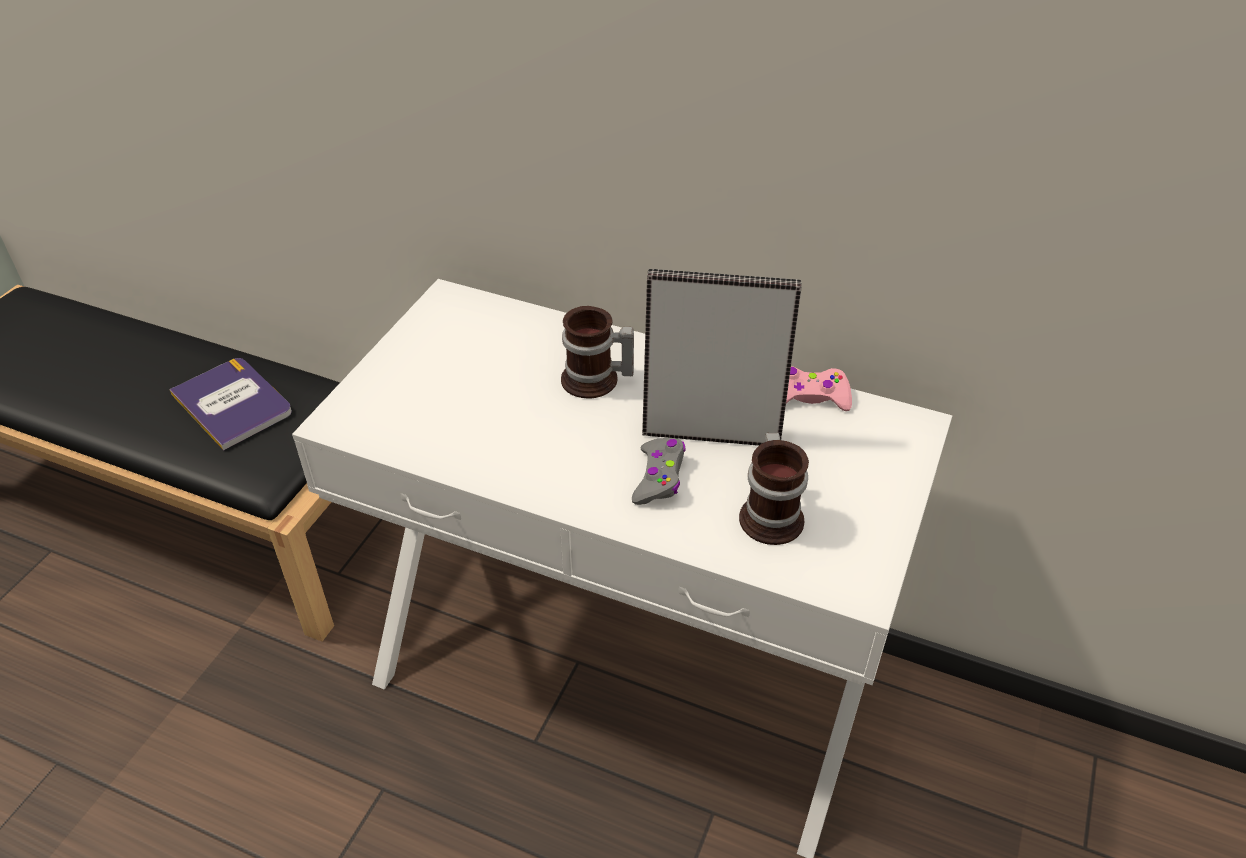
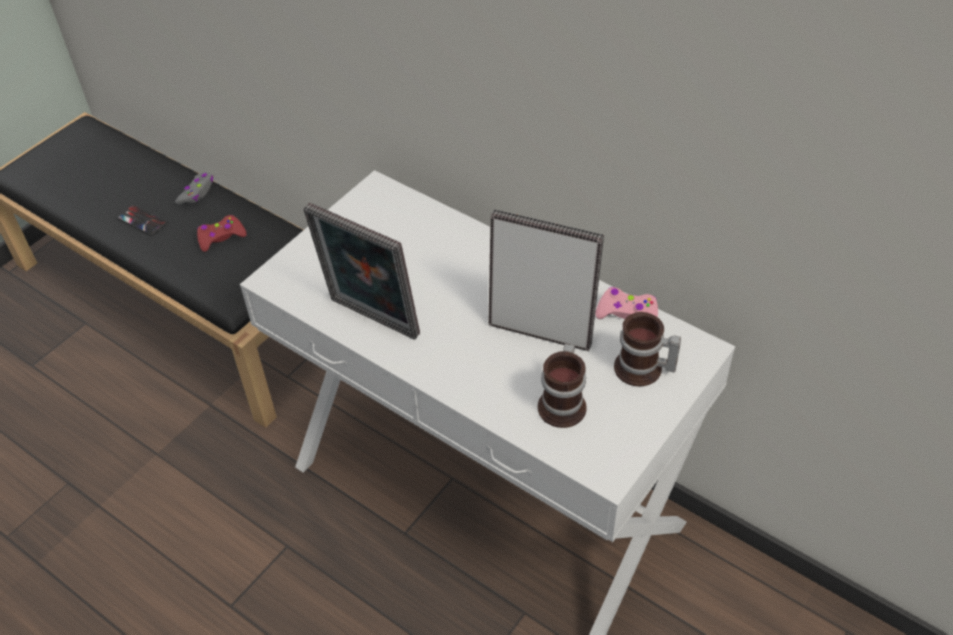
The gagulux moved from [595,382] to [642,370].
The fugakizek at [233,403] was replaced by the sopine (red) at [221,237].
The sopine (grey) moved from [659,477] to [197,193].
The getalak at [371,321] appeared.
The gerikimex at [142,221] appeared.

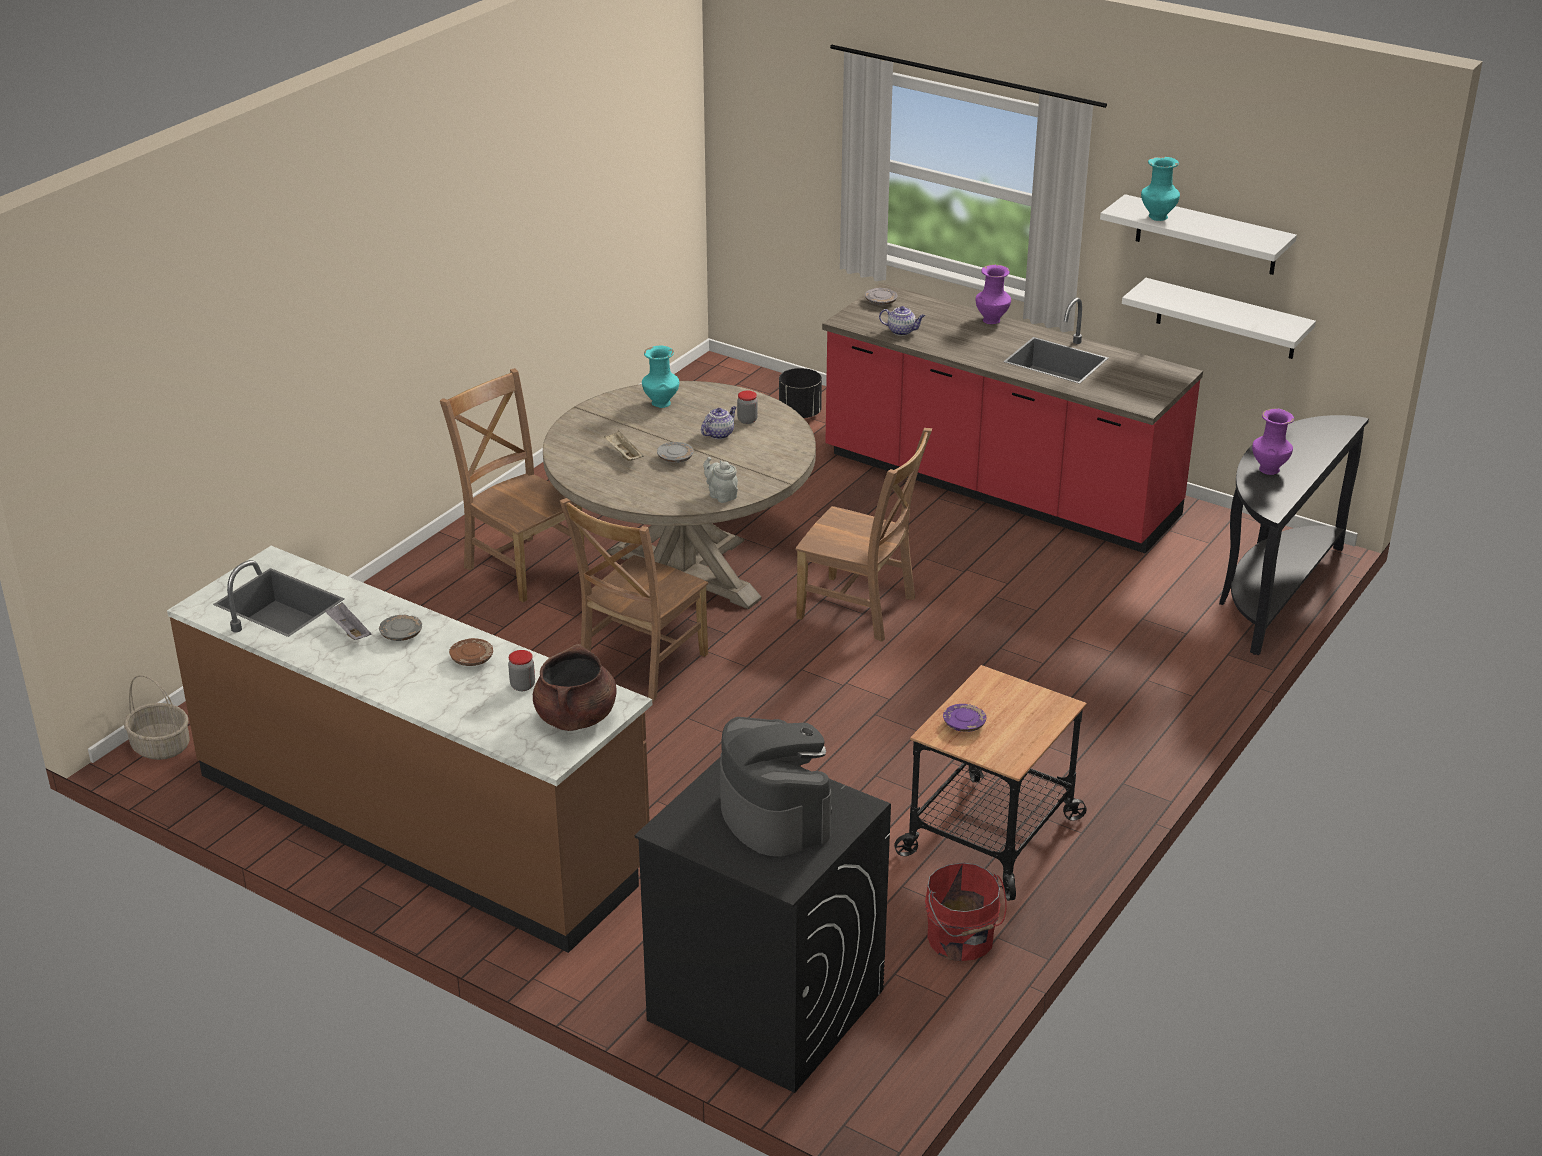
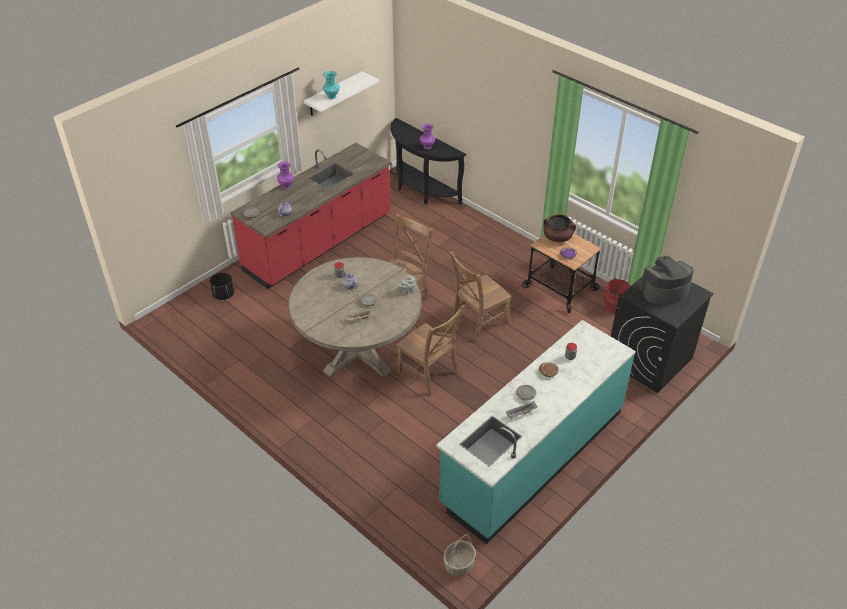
The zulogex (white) at [1226,319] disappeared.
The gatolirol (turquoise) at [661,404] disappeared.
The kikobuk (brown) moved from [522,566] to [477,322].
The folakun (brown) at [422,821] became the folakun (turquoise) at [532,457].
The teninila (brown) moved from [576,718] to [557,237].

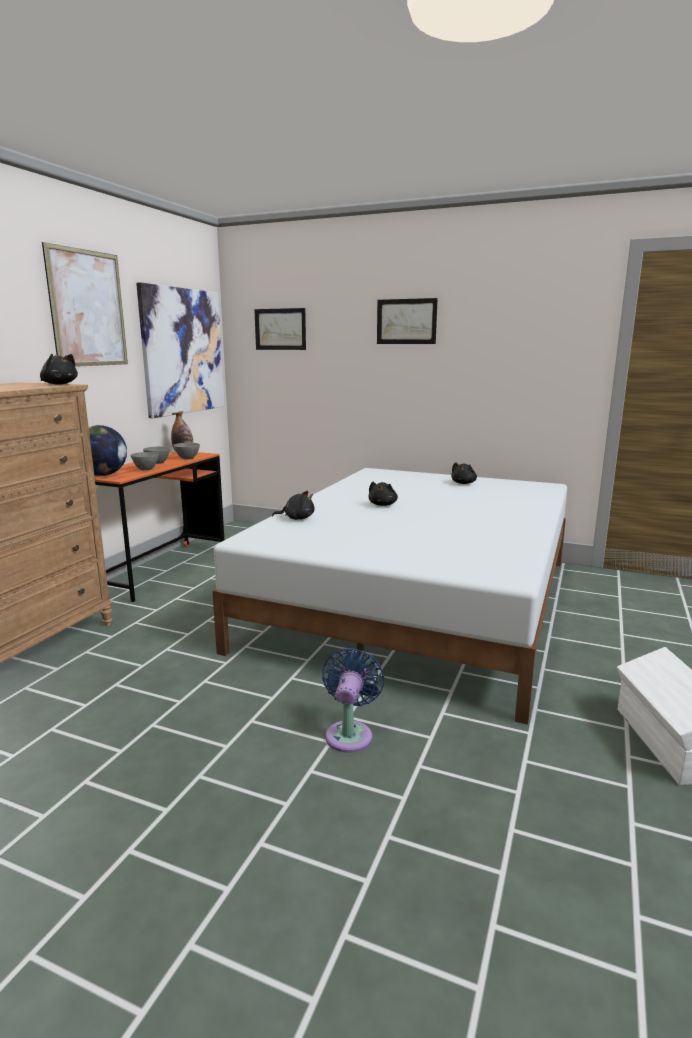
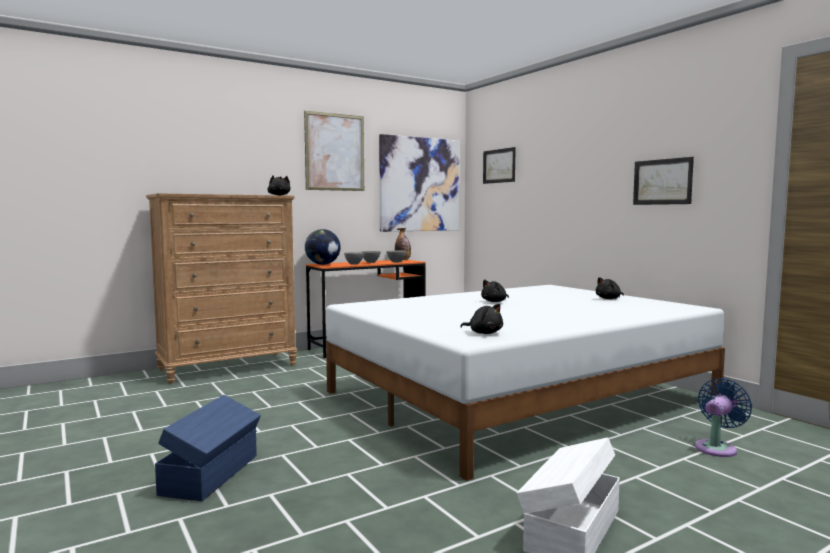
The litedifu moved from [406,321] to [662,182].
The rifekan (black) moved from [297,518] to [484,333].
The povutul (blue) moved from [350,733] to [717,448].
The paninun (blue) at [212,474] appeared.

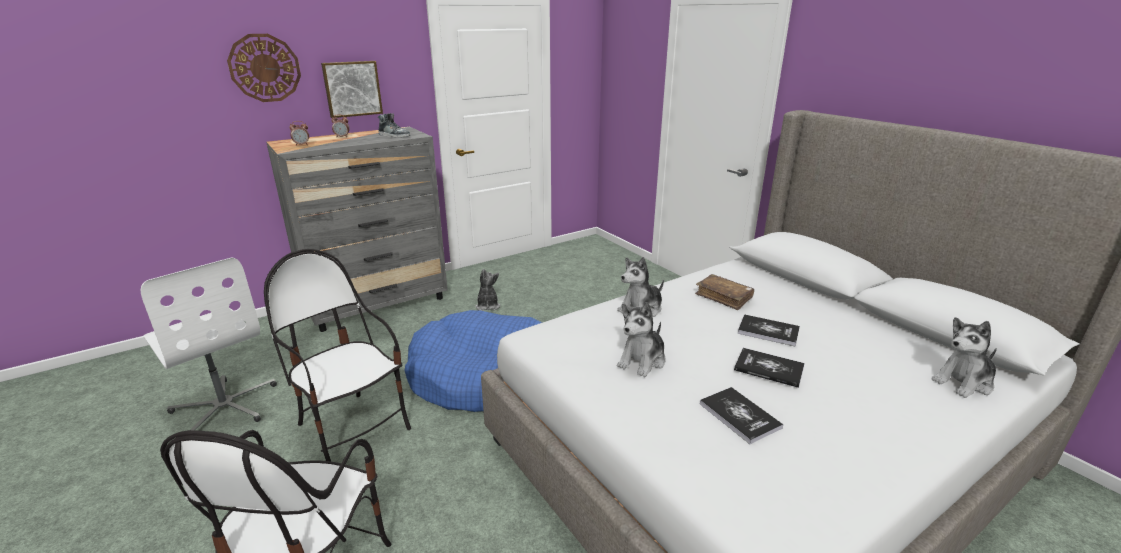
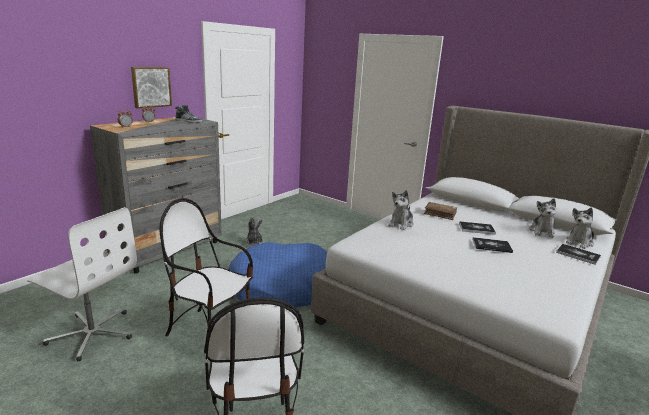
The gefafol at [265,68] disappeared.
The rifekan moved from [642,361] to [542,232].
The fugakizek moved from [739,415] to [578,255].

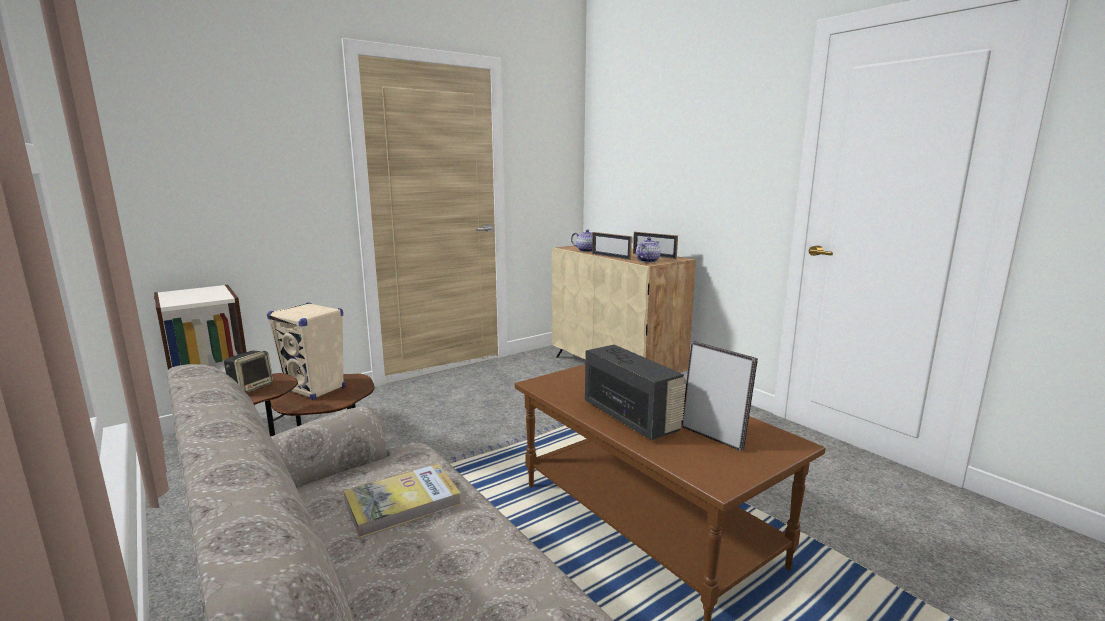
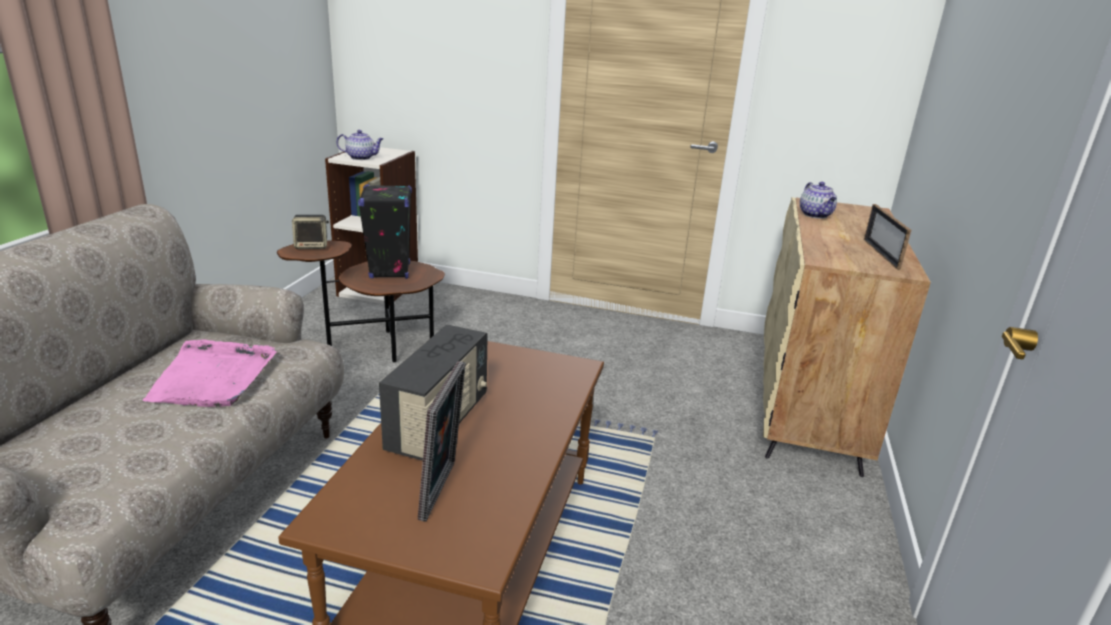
The getalak at [610,256] disappeared.
The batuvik moved from [647,261] to [361,158].
The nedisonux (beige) at [316,389] became the nedisonux (black) at [390,271].
The fugakizek at [402,503] was replaced by the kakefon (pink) at [213,377].

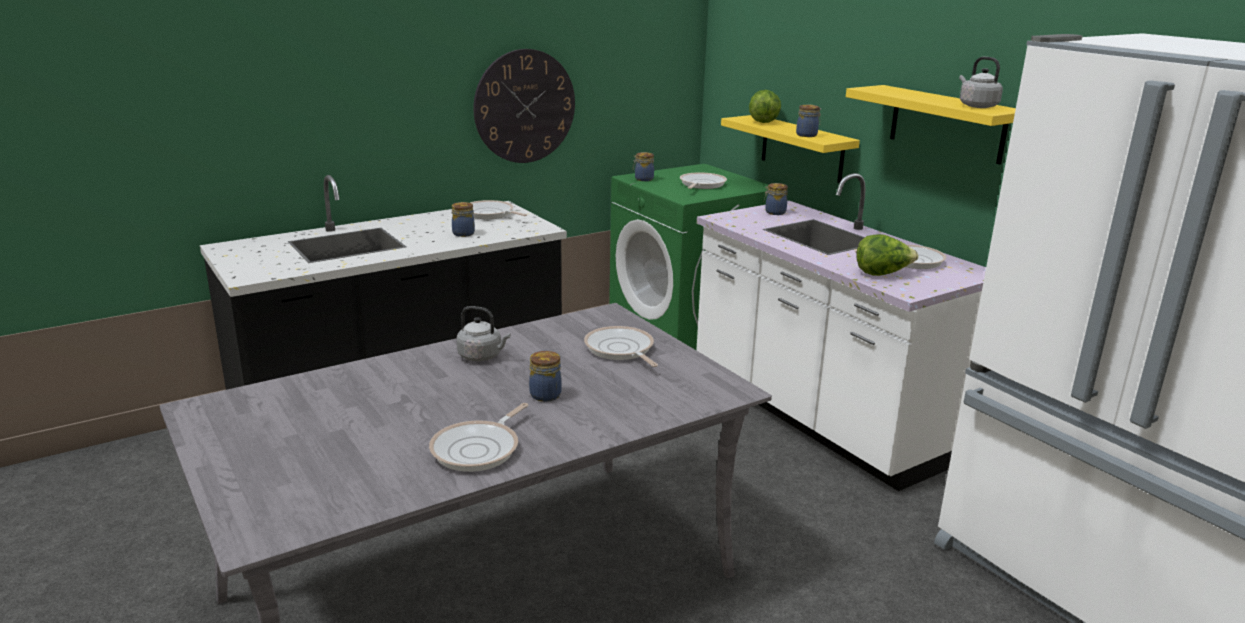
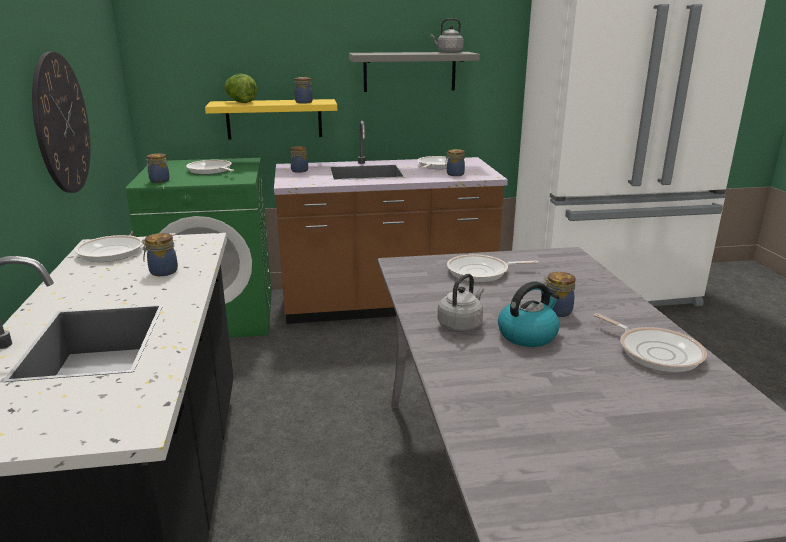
The zulogex (yellow) at [947,124] became the zulogex (grey) at [409,71].
The folakun (white) at [819,416] became the folakun (brown) at [386,304].
The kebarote at [882,274] was replaced by the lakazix at [454,174].
The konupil at [528,335] appeared.

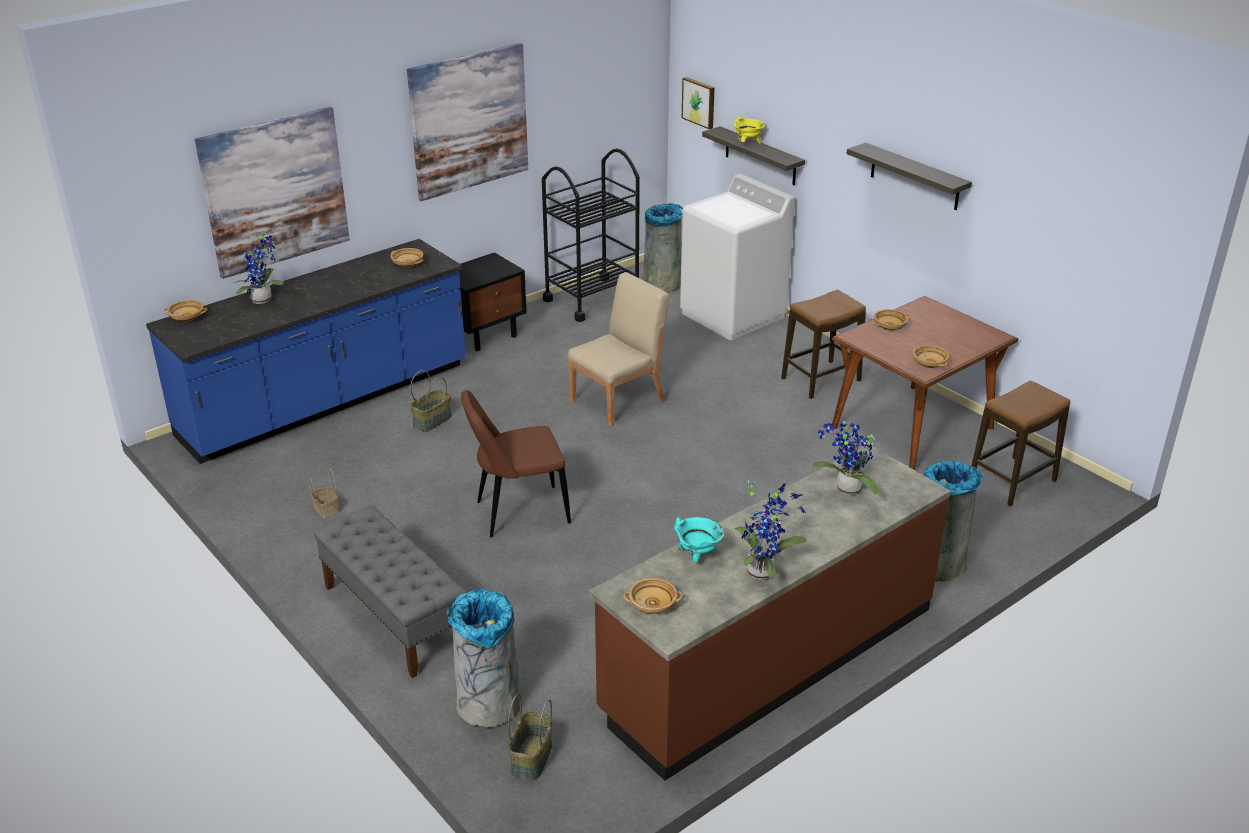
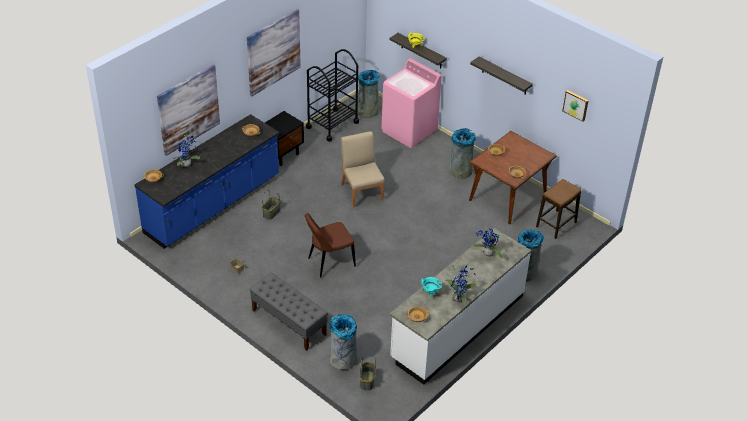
The litedifu moved from [699,102] to [576,105].
The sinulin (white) at [733,315] became the sinulin (pink) at [409,131].
The kikobuk (beige) at [618,400] turned 60 degrees counterclockwise.
The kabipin at [821,380] was replaced by the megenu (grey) at [460,170].
The folakun (brown) at [769,660] became the folakun (white) at [457,327].

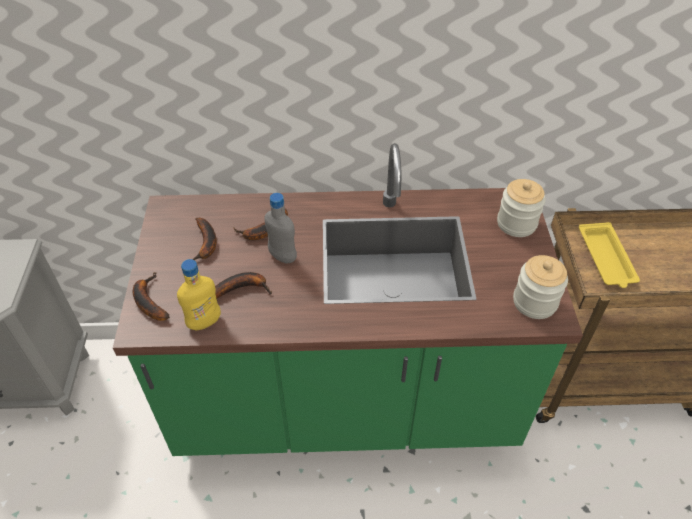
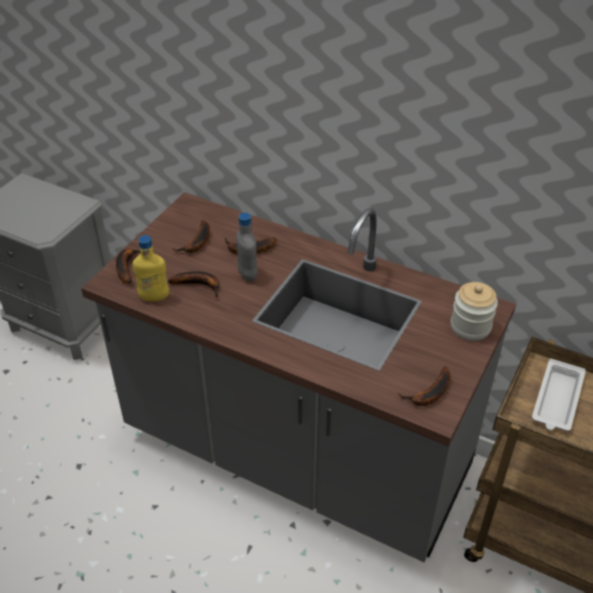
The folakun (green) at [346,401] became the folakun (grey) at [296,453].
The kakefon (yellow) at [606,259] became the kakefon (white) at [557,400].
The lakazix at [534,302] was replaced by the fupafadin at [429,394].

